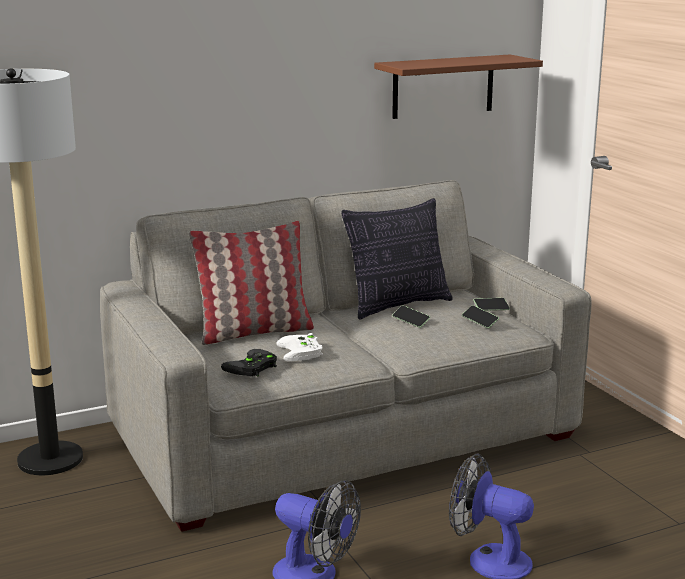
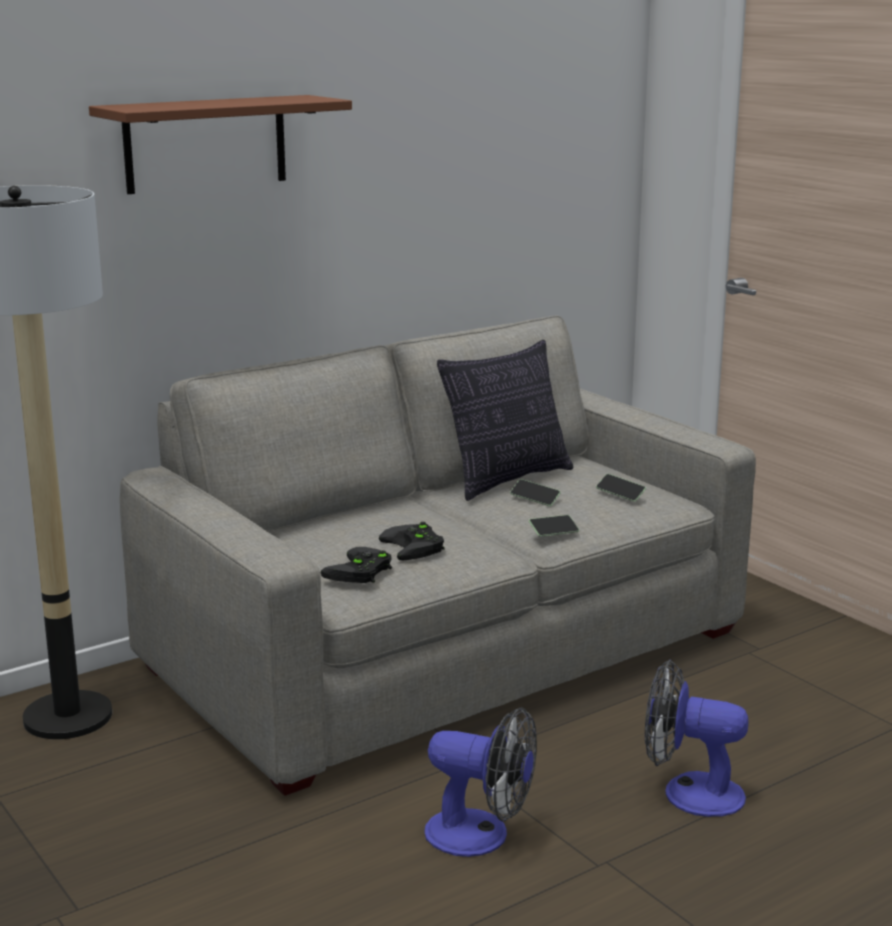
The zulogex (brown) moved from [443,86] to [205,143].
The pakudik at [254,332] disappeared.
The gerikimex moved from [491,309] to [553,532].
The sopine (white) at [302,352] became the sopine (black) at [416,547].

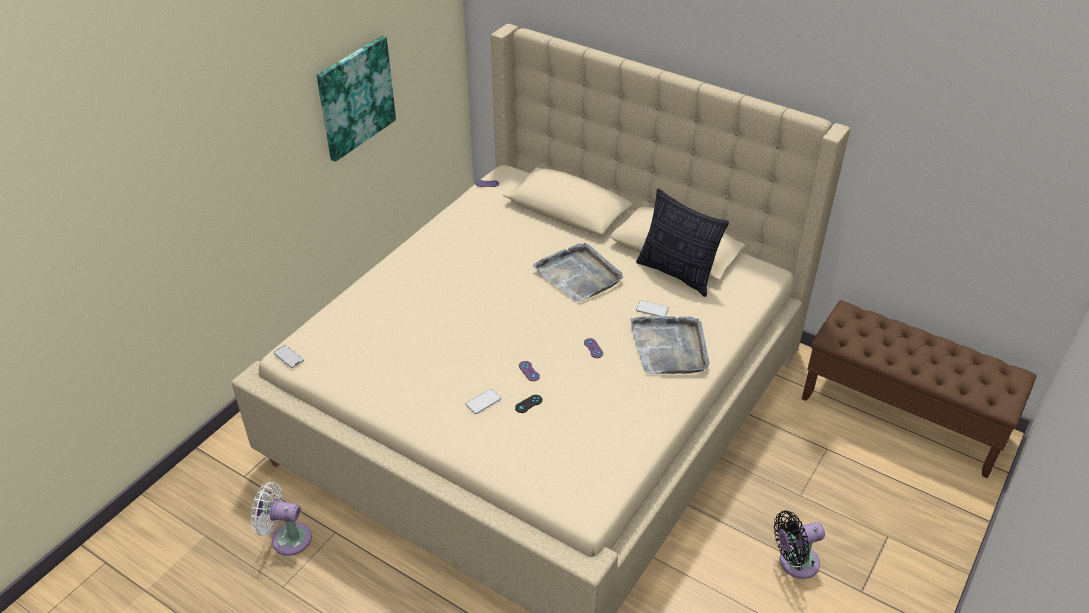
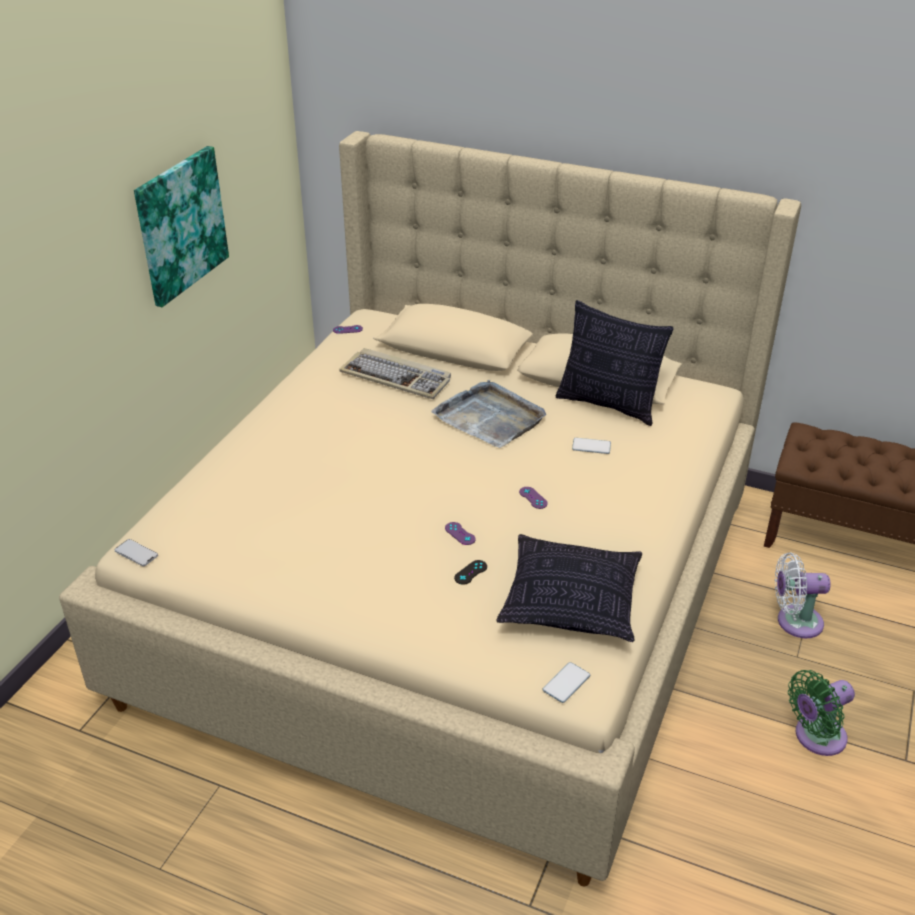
The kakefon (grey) at [670,347] disappeared.
The gerikimex moved from [483,402] to [566,683].
The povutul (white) moved from [287,538] to [794,622].
The povutul (black) at [794,562] became the povutul (green) at [815,737].
The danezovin at [397,377] appeared.
The pakudik at [571,603] appeared.

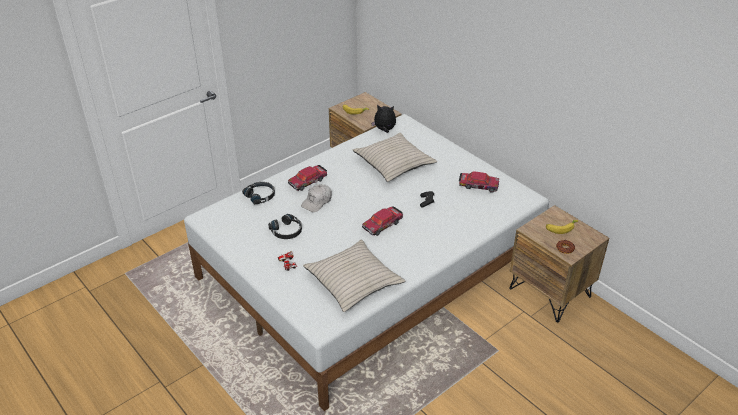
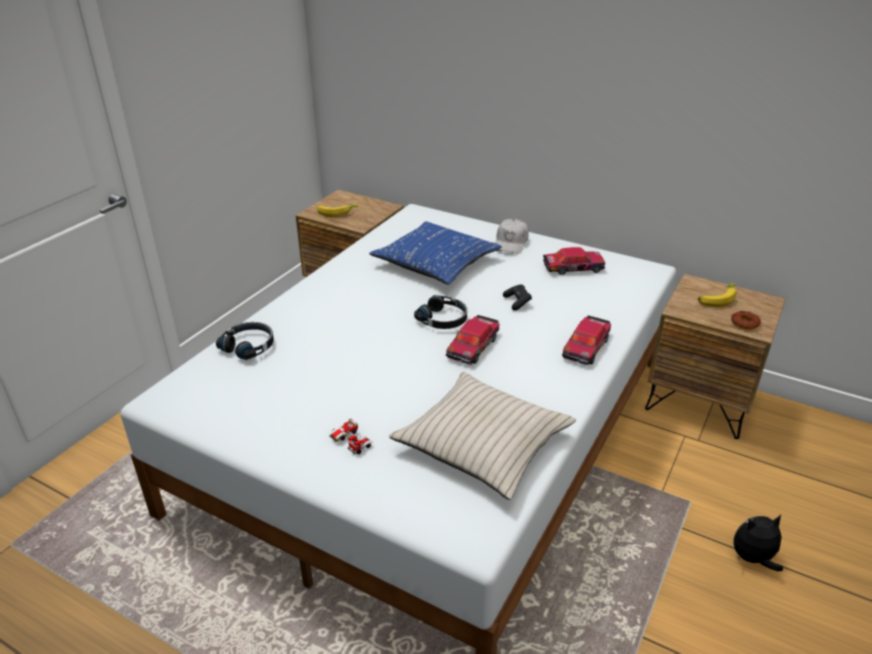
The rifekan moved from [384,130] to [752,559].
The pakudik (beige) at [394,163] became the pakudik (blue) at [436,263].
The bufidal moved from [308,181] to [586,346].
The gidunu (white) moved from [317,202] to [511,243].
The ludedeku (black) moved from [287,231] to [443,319].

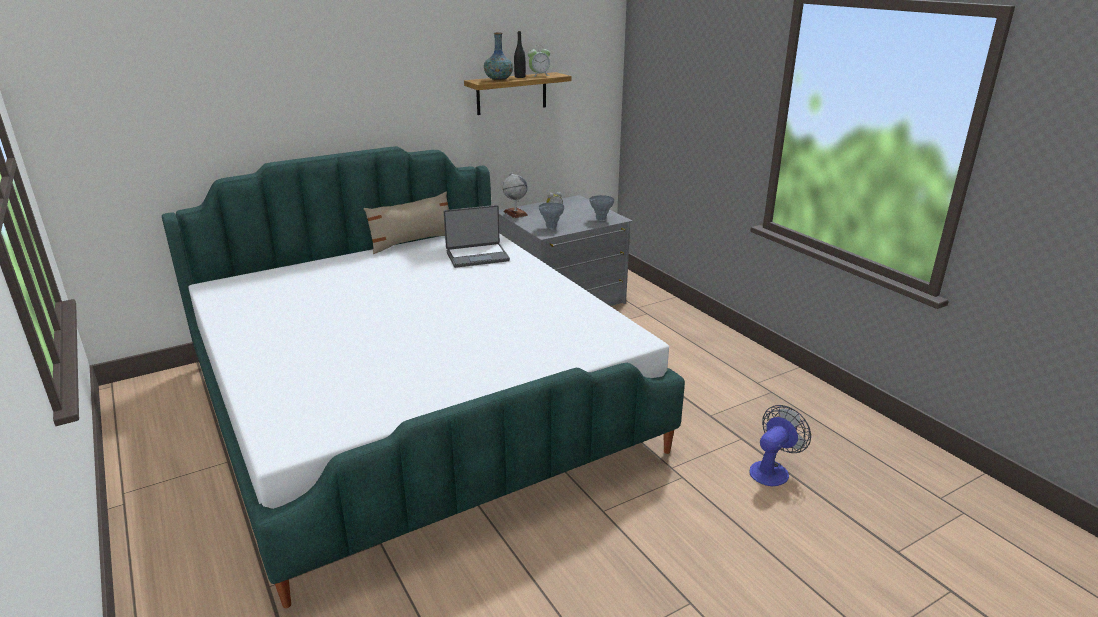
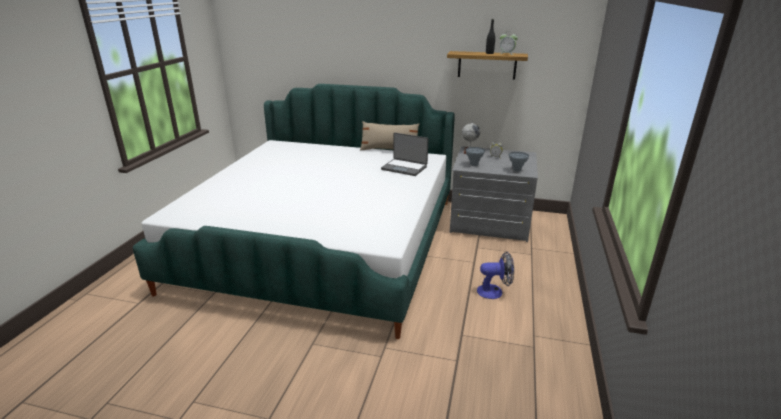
The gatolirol at [498,80] disappeared.
The povutul moved from [772,470] to [494,291].

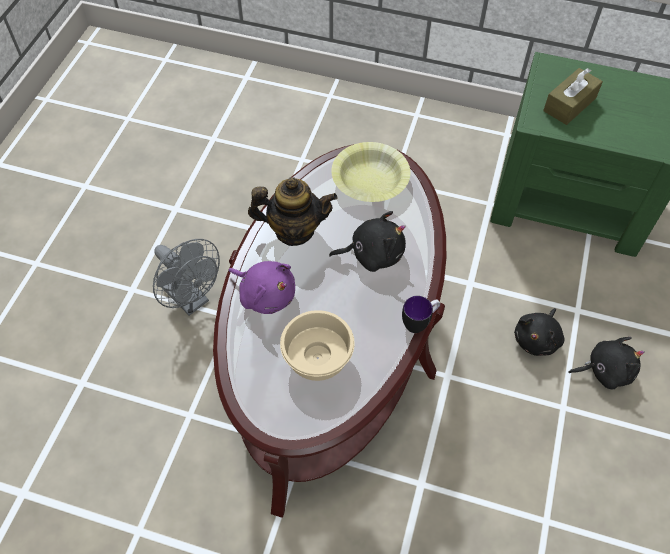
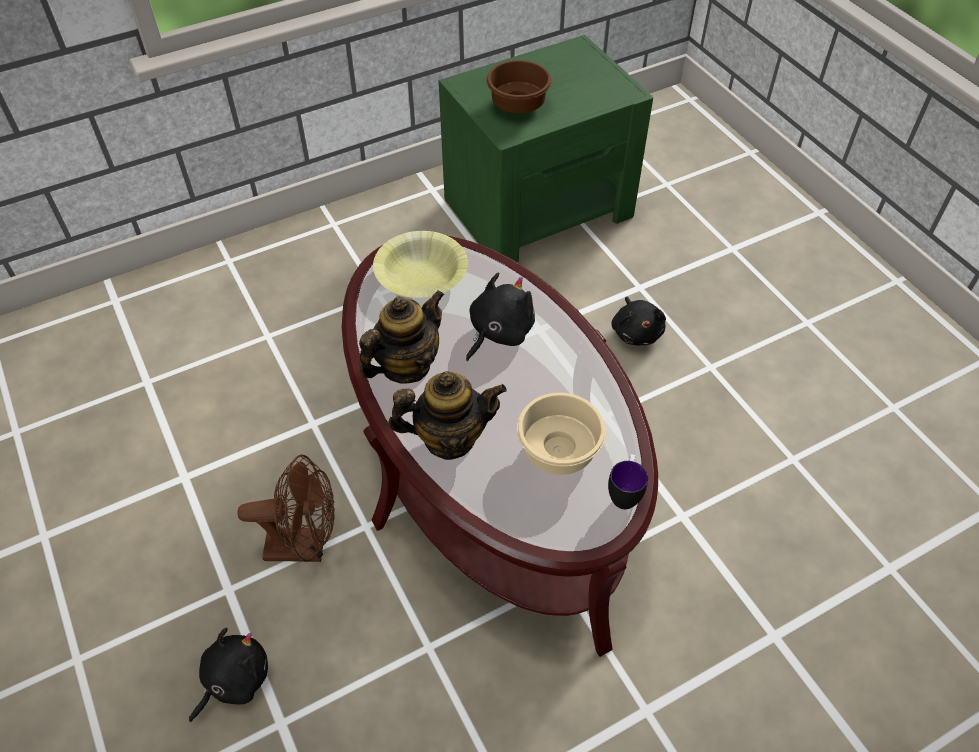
The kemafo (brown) at [569,104] was replaced by the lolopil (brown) at [516,104].
The povutul (grey) at [191,300] became the povutul (brown) at [305,546].
The rifekan (purple) at [265,294] was replaced by the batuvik at [449,438].
The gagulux moved from [419,323] to [625,493].
The rifekan (black) moved from [605,370] to [234,680].

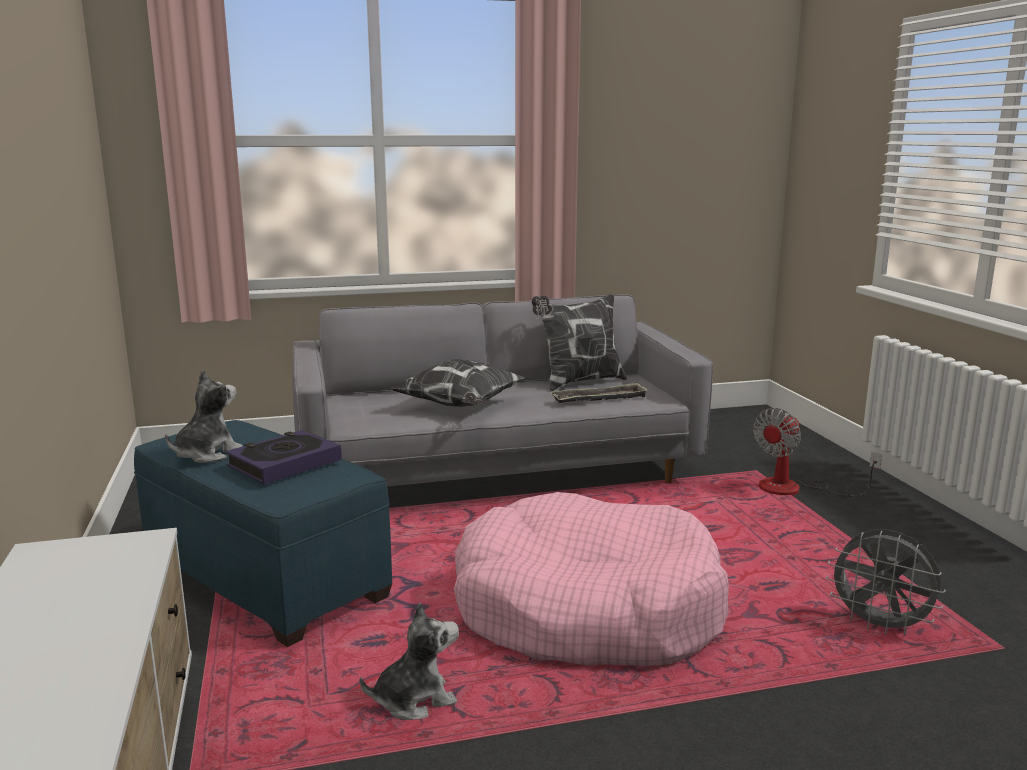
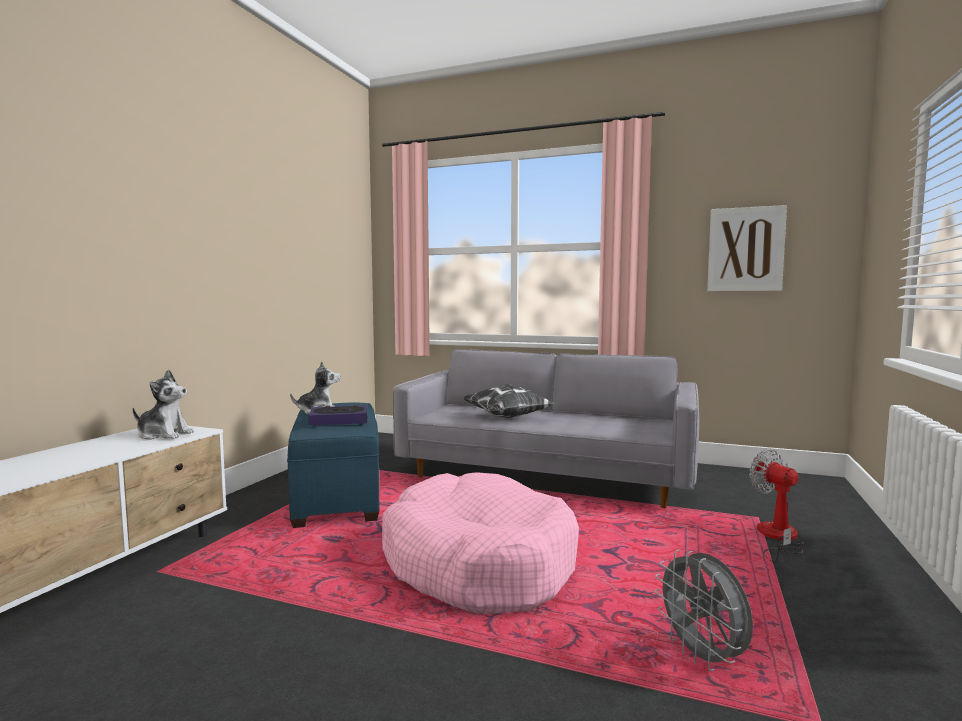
The pakudik at [579,382] disappeared.
The kakefon at [599,399] disappeared.
The povutul at [794,489] turned 75 degrees clockwise.
The rifekan moved from [414,700] to [164,435].
The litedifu at [745,249] appeared.

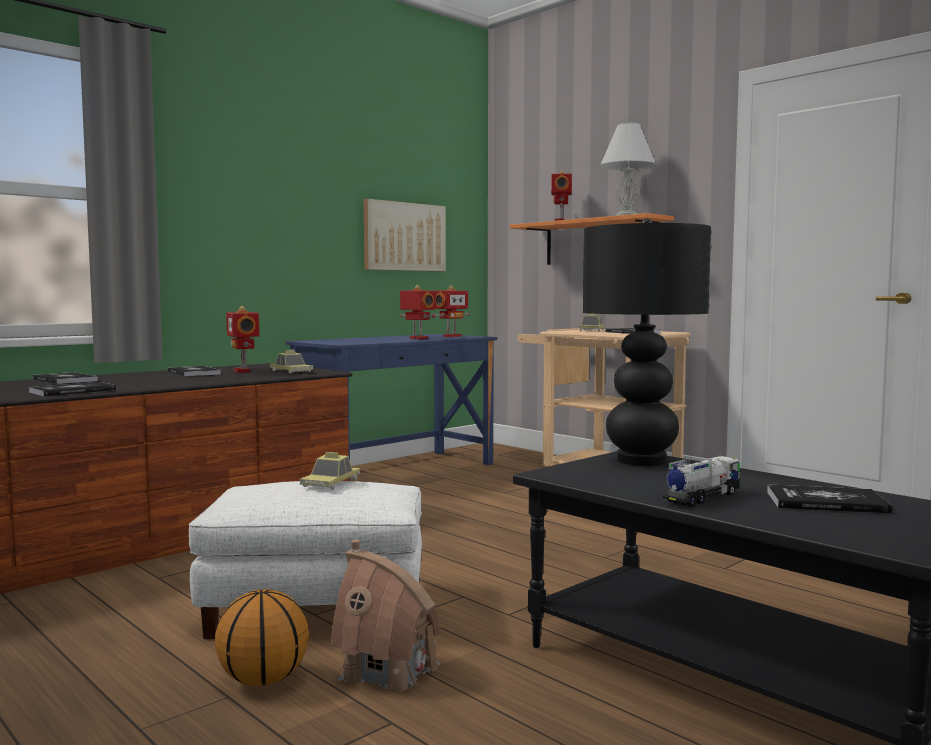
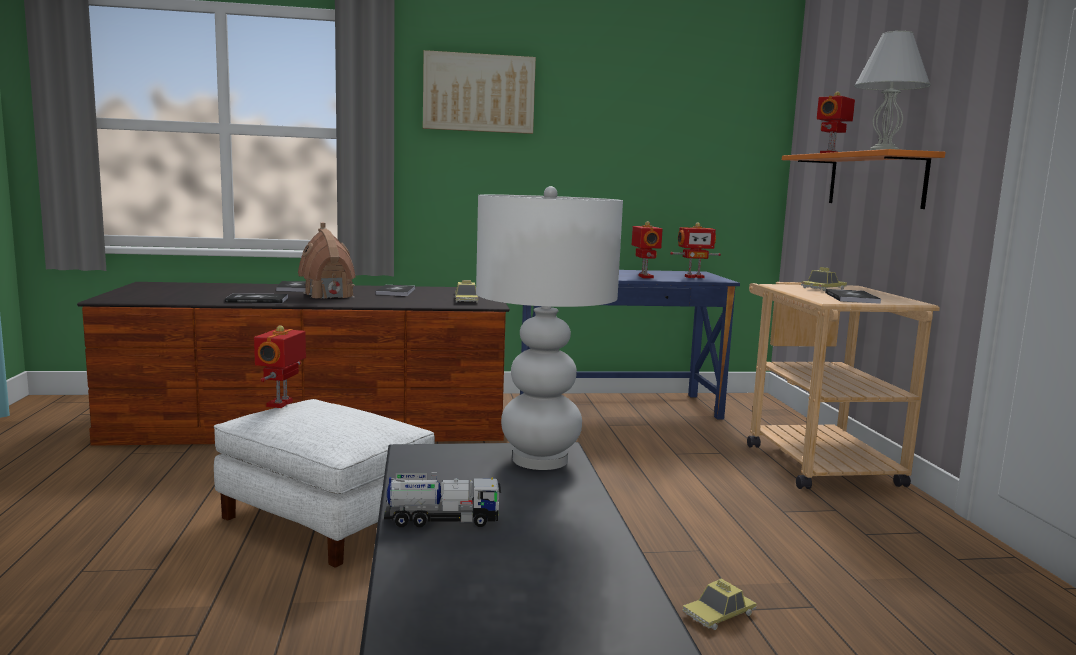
The litedifu moved from [404,236] to [478,93].
The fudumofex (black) at [640,460] became the fudumofex (white) at [540,459].
The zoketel moved from [243,371] to [281,404].
The bufidal moved from [330,483] to [718,614].
The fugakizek at [826,502] disappeared.
The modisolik moved from [389,671] to [328,295].
The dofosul at [262,679] disappeared.

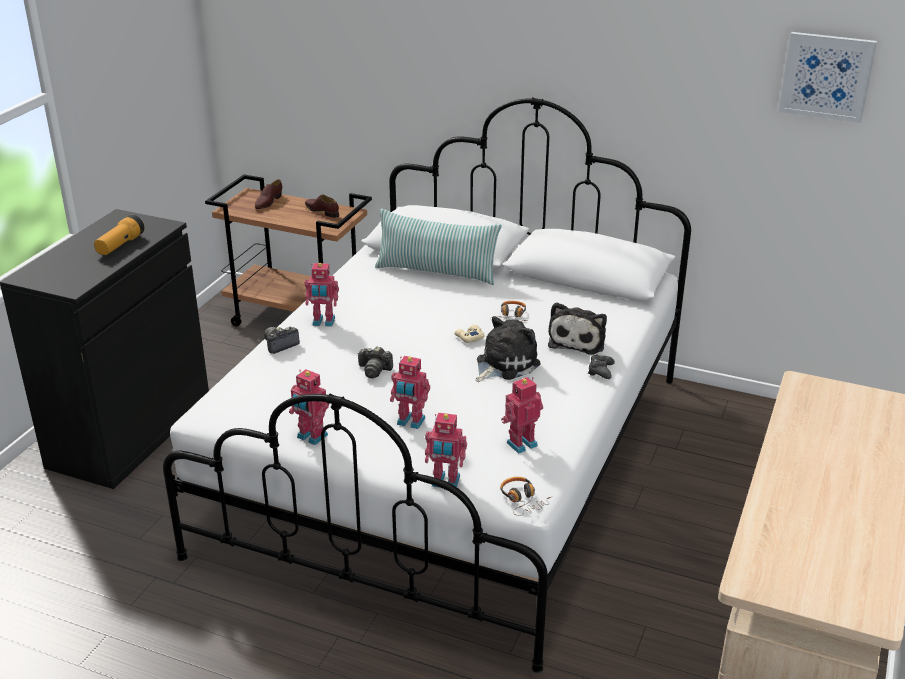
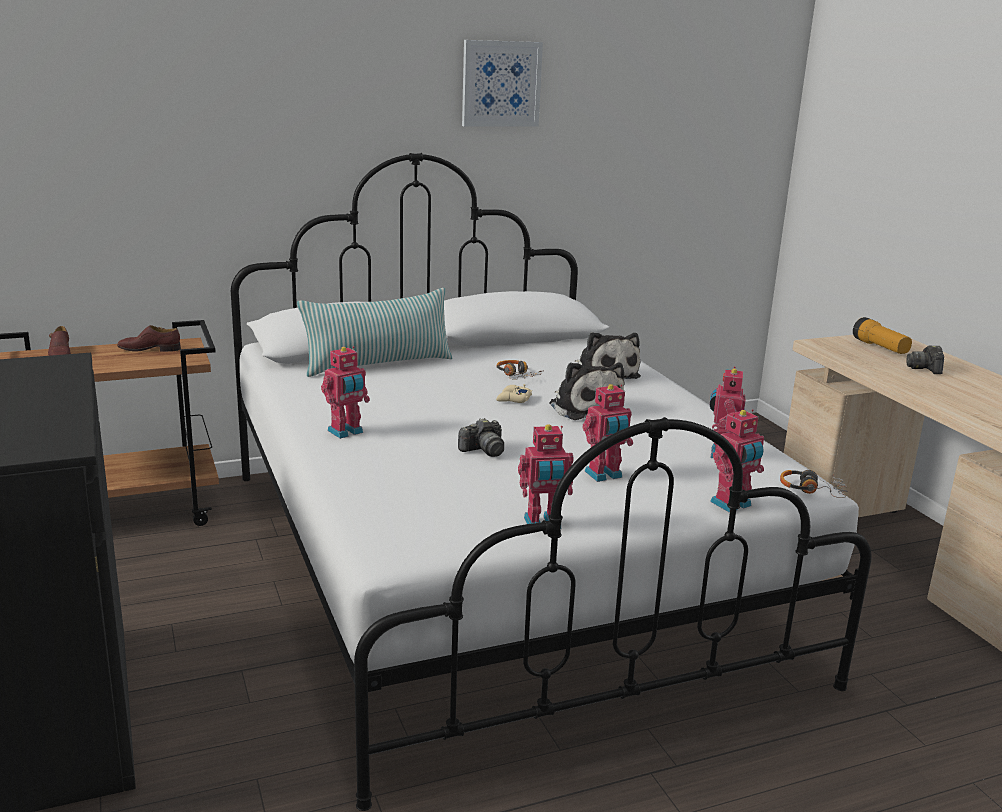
The litedifu moved from [826,76] to [501,84].
The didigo moved from [120,245] to [880,348].
The rifekan at [504,364] turned 150 degrees clockwise.
The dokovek moved from [280,345] to [925,368].
The sopine (black) at [600,371] disappeared.

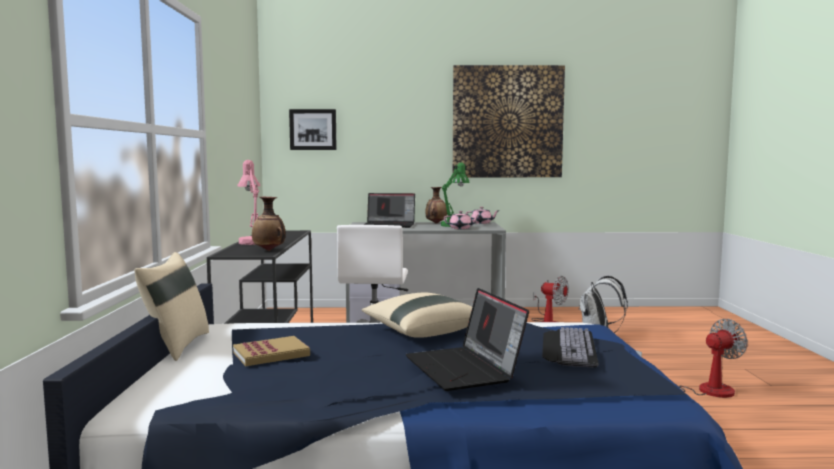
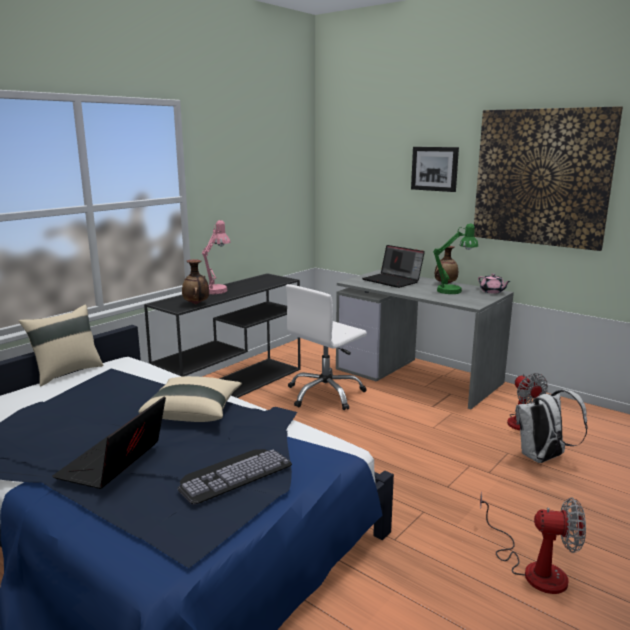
The litedifu moved from [313,129] to [435,168].
The batuvik (pink) at [461,228] disappeared.
The fugakizek at [271,354] disappeared.

